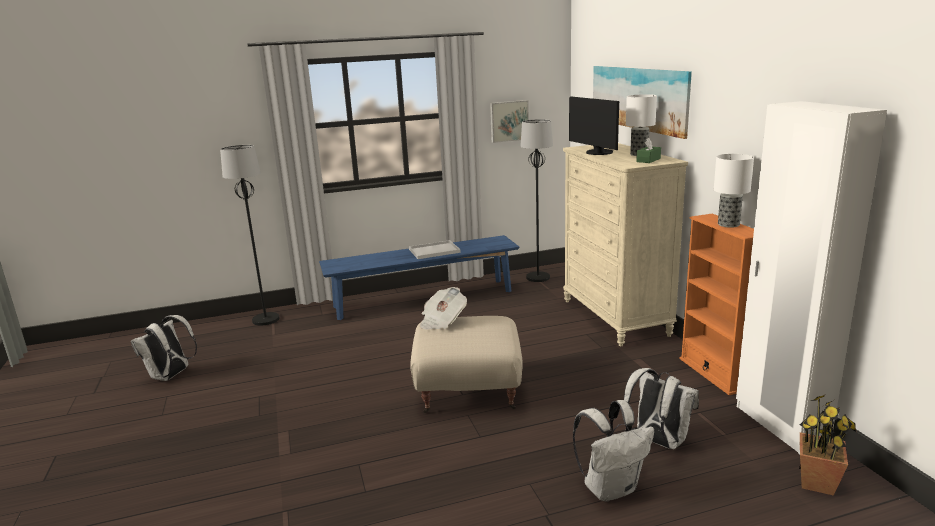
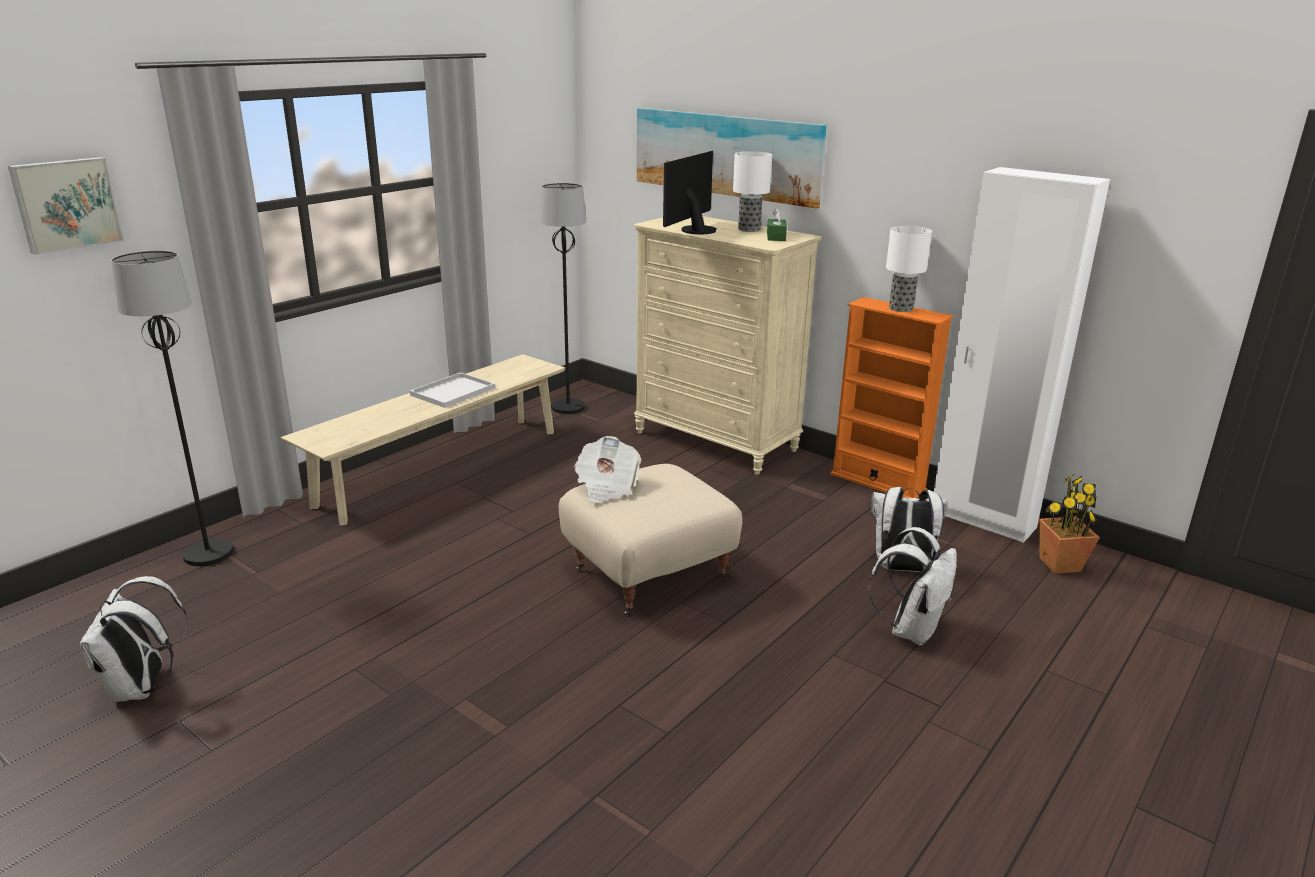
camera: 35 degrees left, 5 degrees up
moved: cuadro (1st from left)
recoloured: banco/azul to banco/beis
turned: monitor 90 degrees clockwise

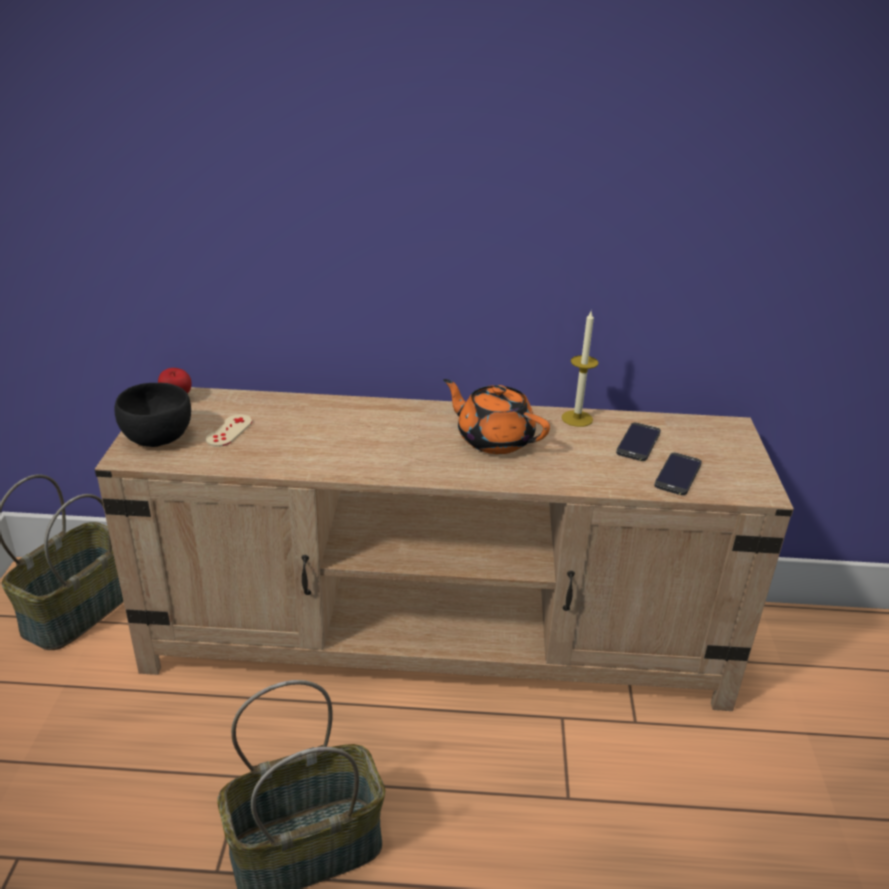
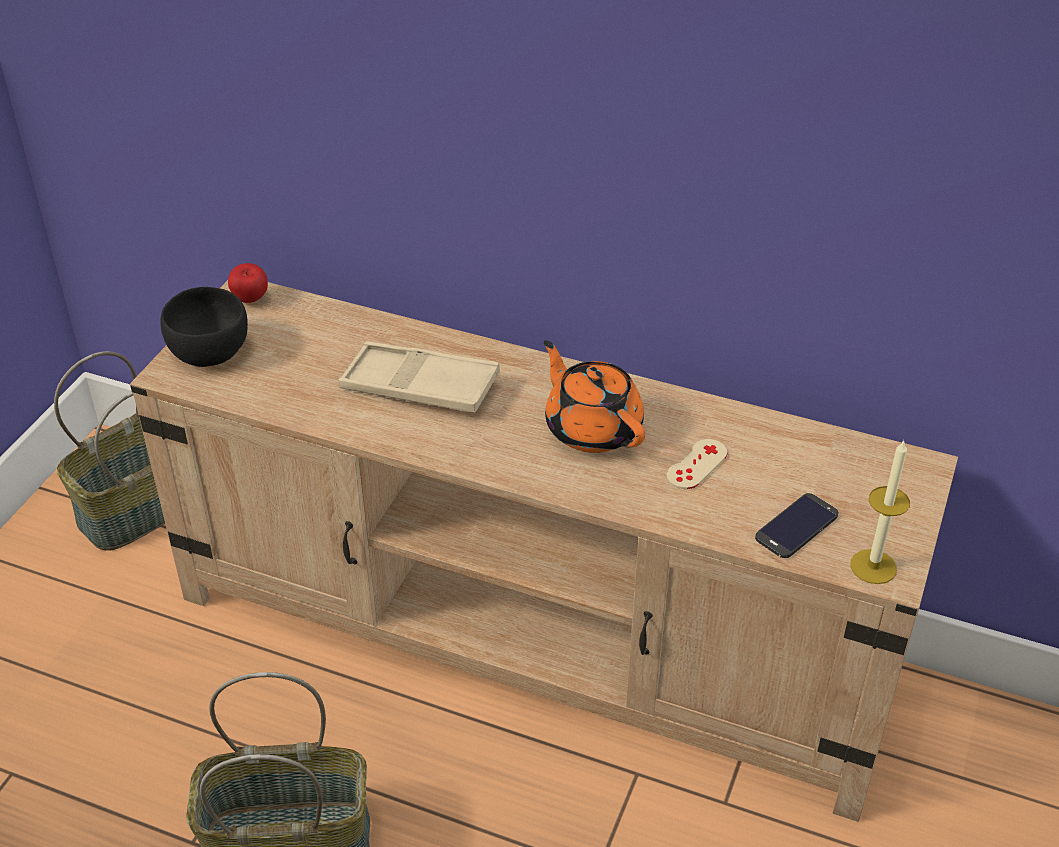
camera: 20 degrees right, 10 degrees up
removed: móvil (1st from left)
added: bandeja/beis
moved: vela; mando de consola/beis

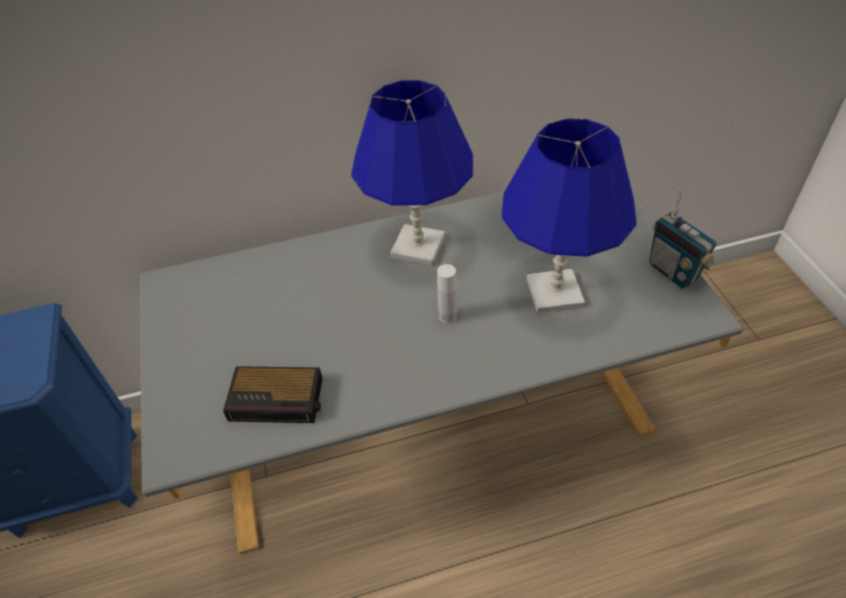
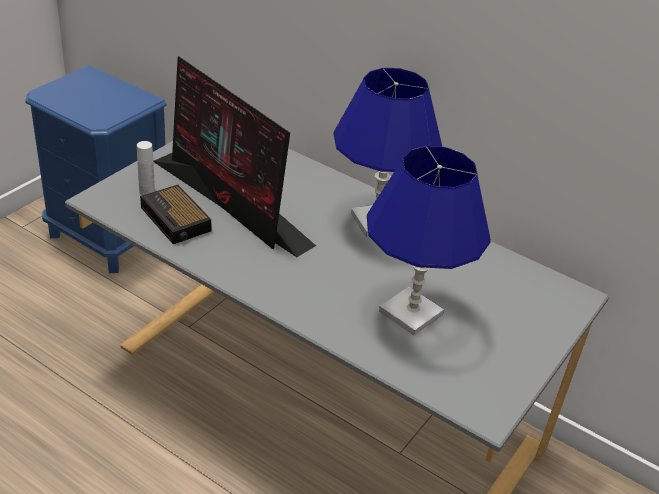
camera: 45 degrees right, 10 degrees down
removed: radio
added: monitor
moved: botella/blanco

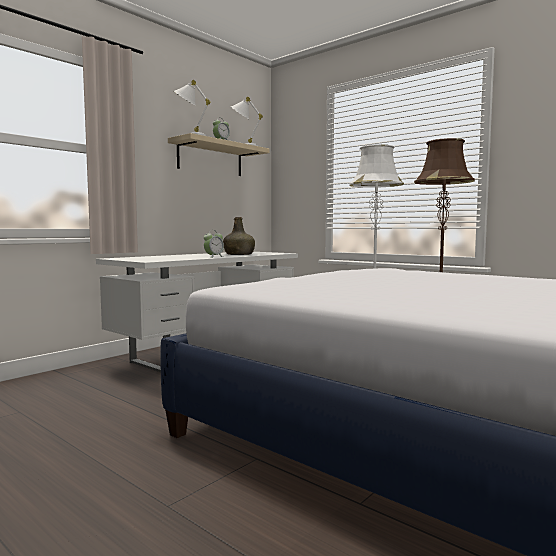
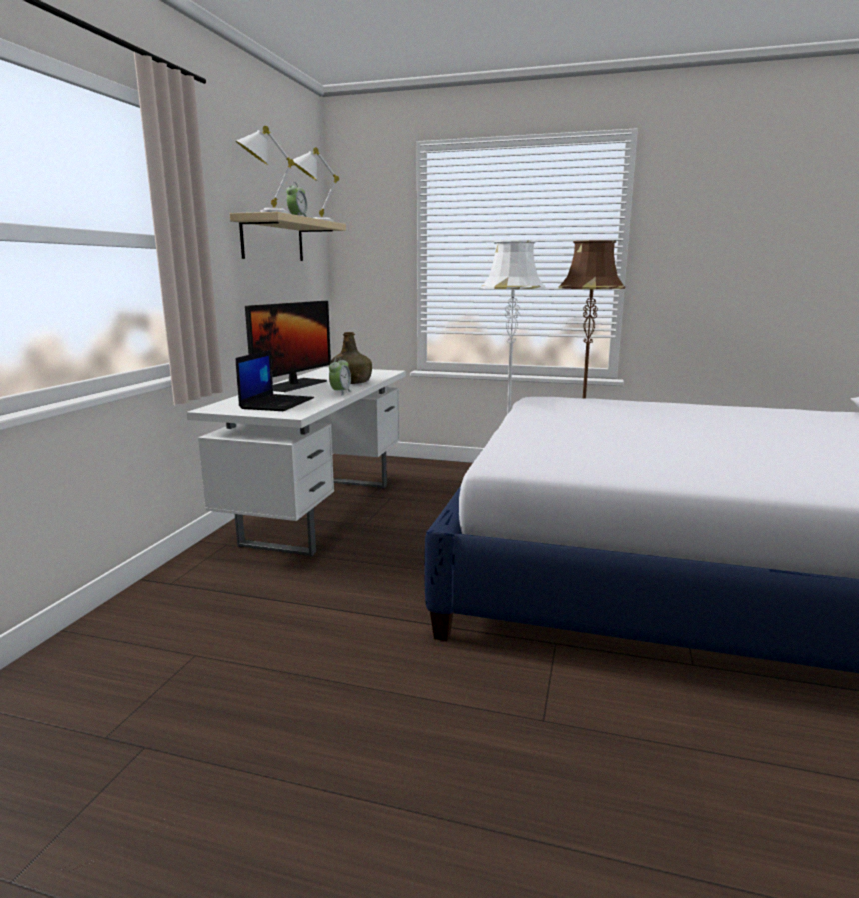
camera: 25 degrees left, 10 degrees up
added: monitor; portátil

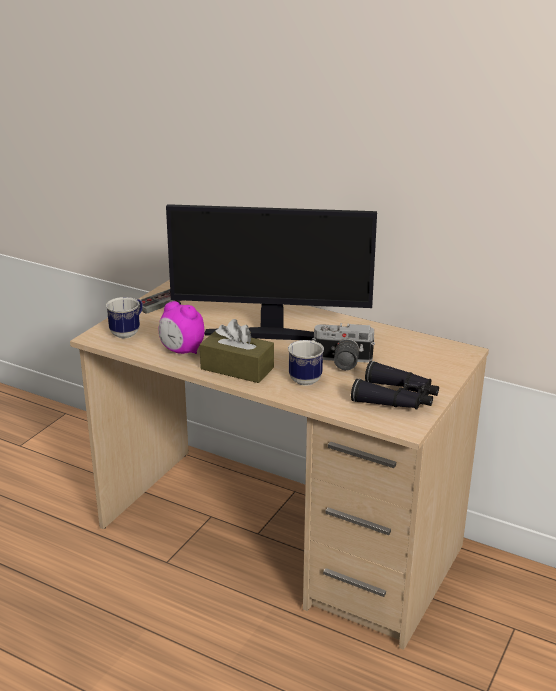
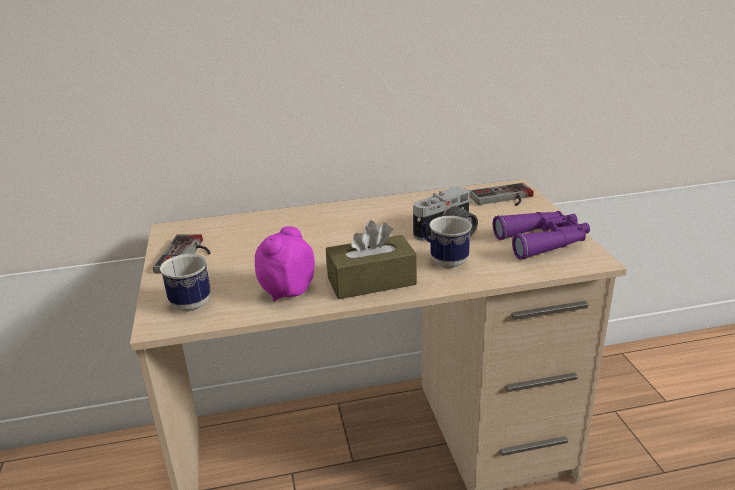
camera: 40 degrees left, 0 degrees up
removed: monitor
added: mando de consola (2nd from left)
recoloured: prismáticos/negro to prismáticos/morado
turned: despertador 135 degrees clockwise

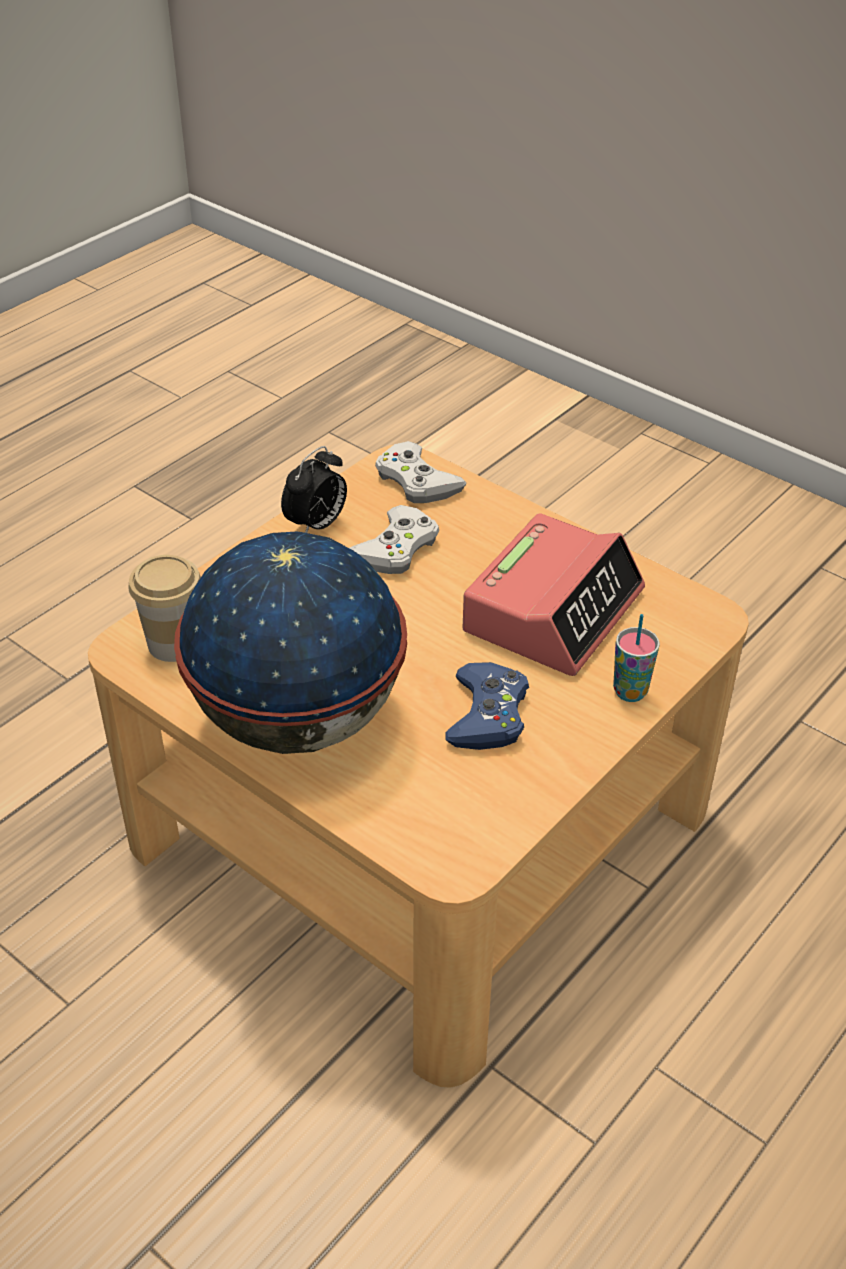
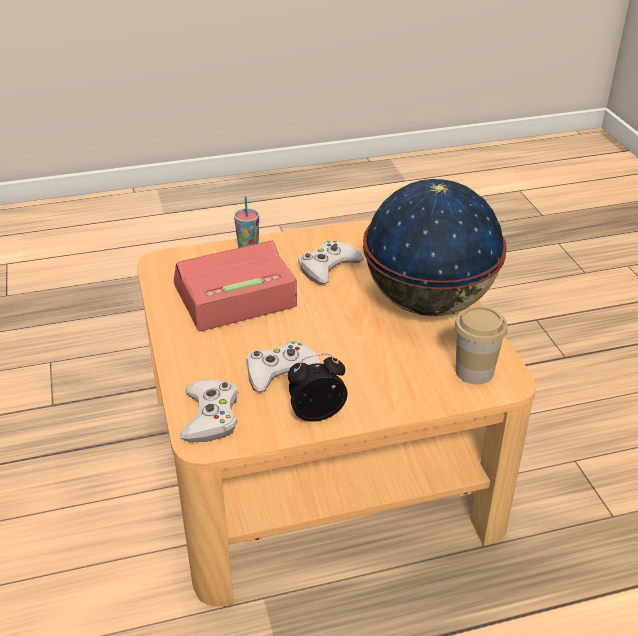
camera: 145 degrees left, 5 degrees down
recoloured: mando de consola/azul to mando de consola/blanco (3rd from left)

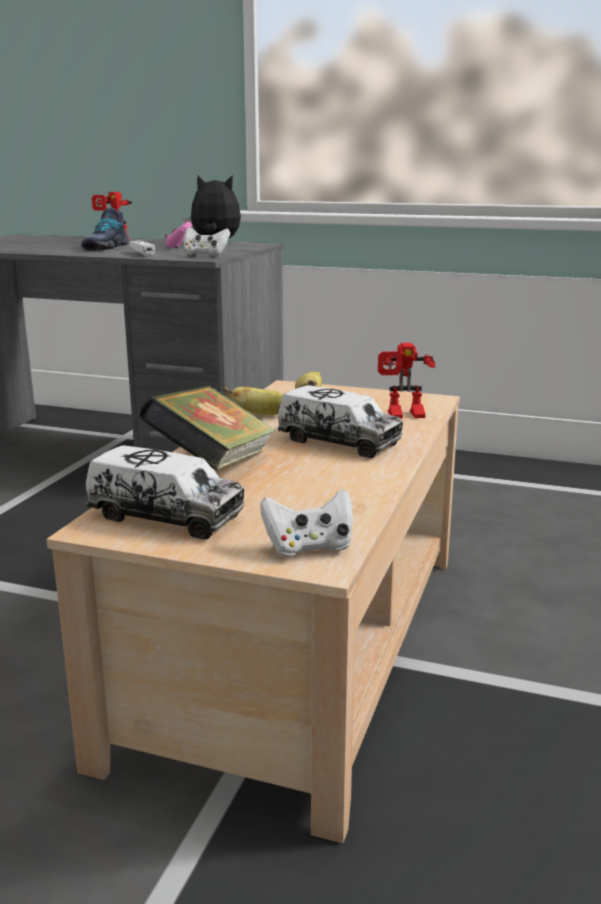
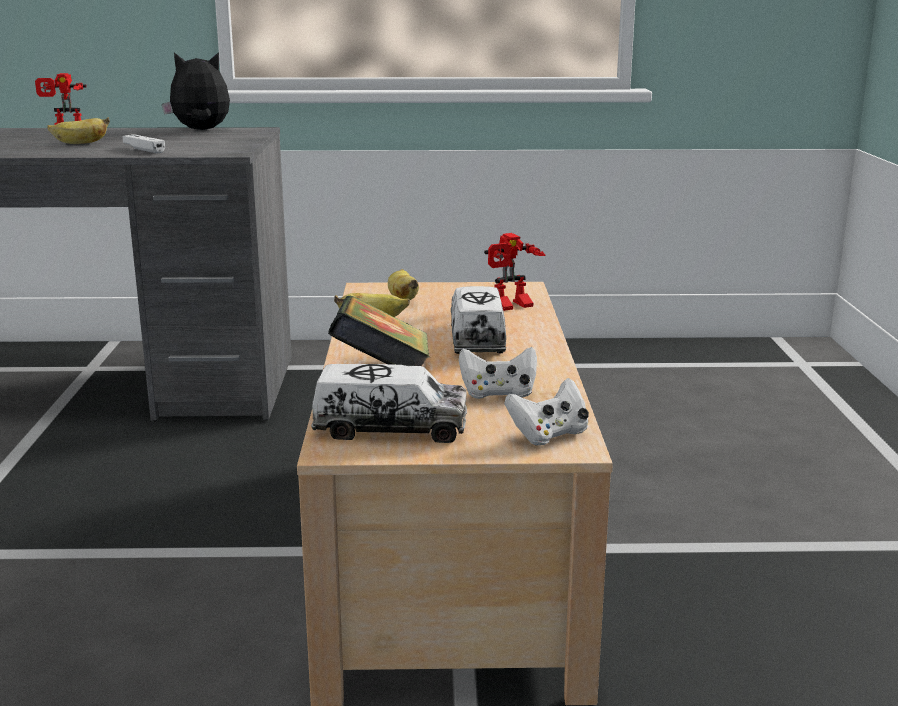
camera: 20 degrees left, 0 degrees up
removed: mando de consola/rosa
moved: mando de consola/blanco (2nd from left)
replaced: zapato to plátano (1st from left)
turned: camión de juguete (2nd from left) 105 degrees counterclockwise

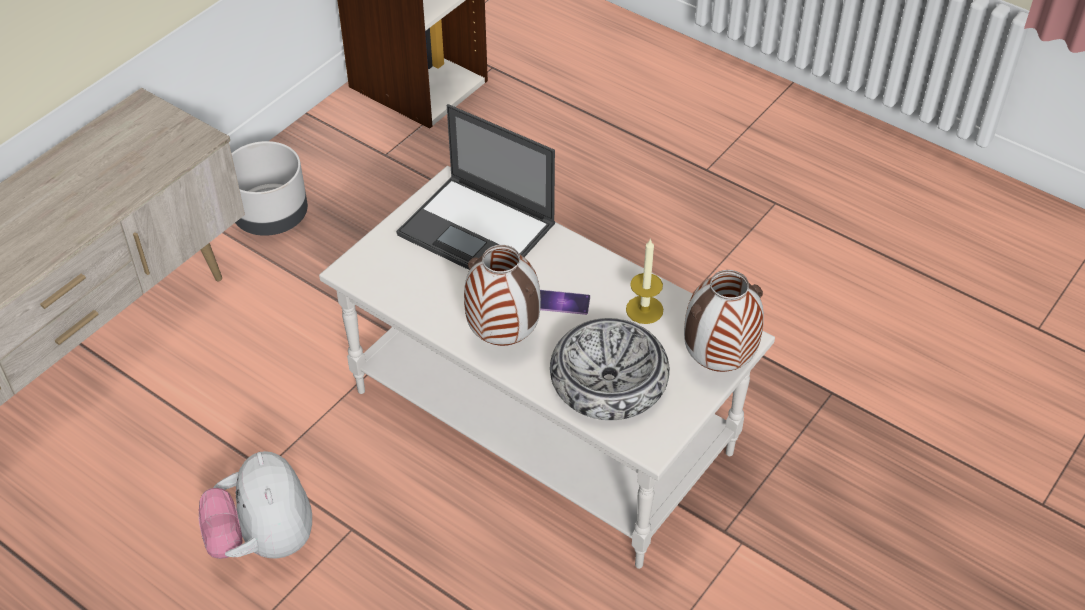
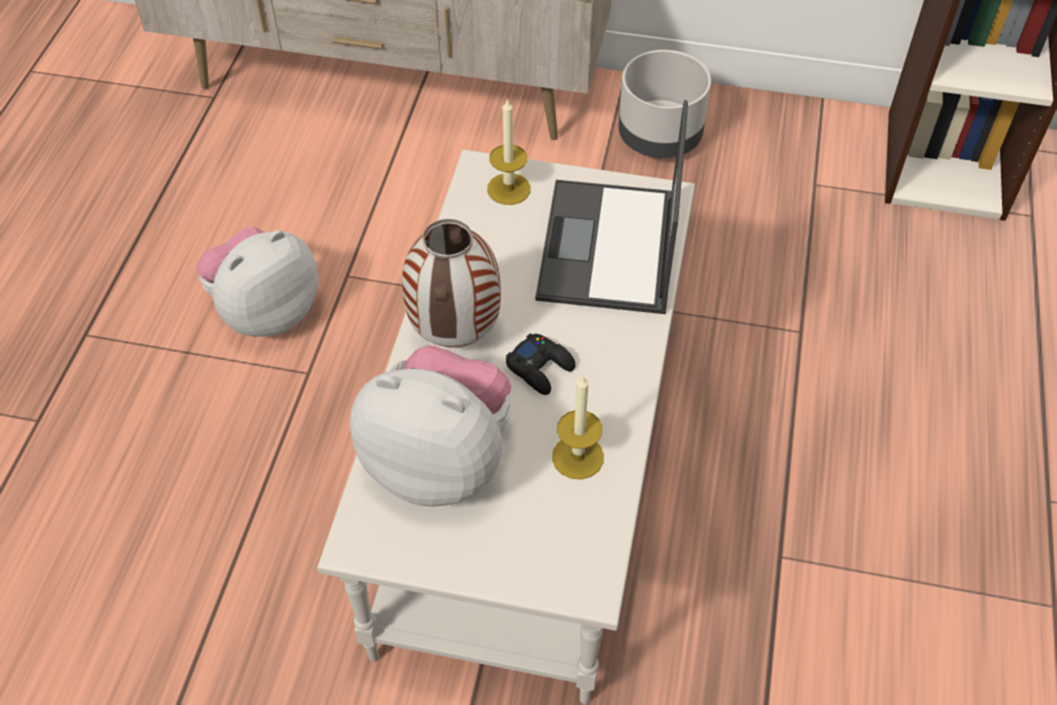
camera: 65 degrees right, 5 degrees up
removed: florero (2nd from left)
added: vela (1st from left)
replaced: móvil to mando de consola/negro; cuenco to peluche (2nd from left)

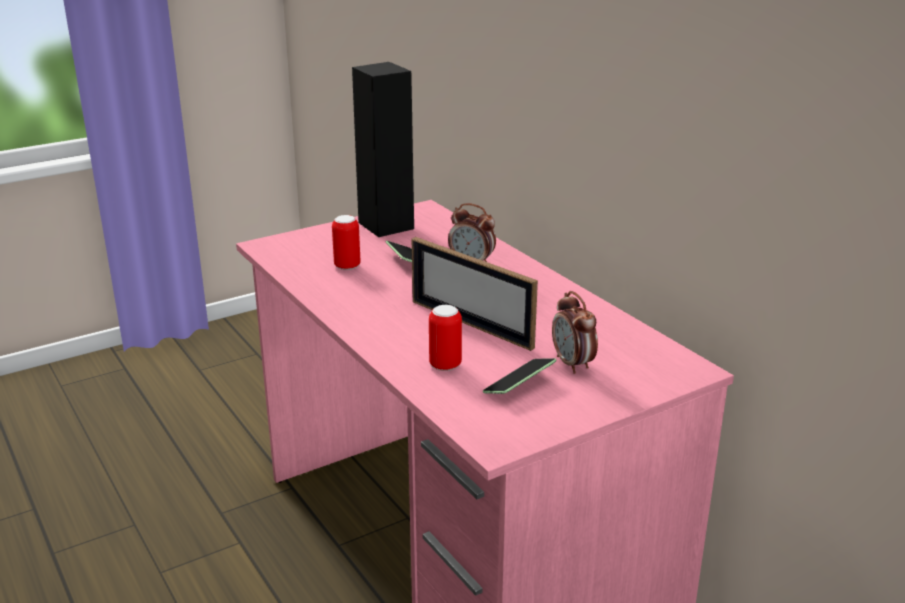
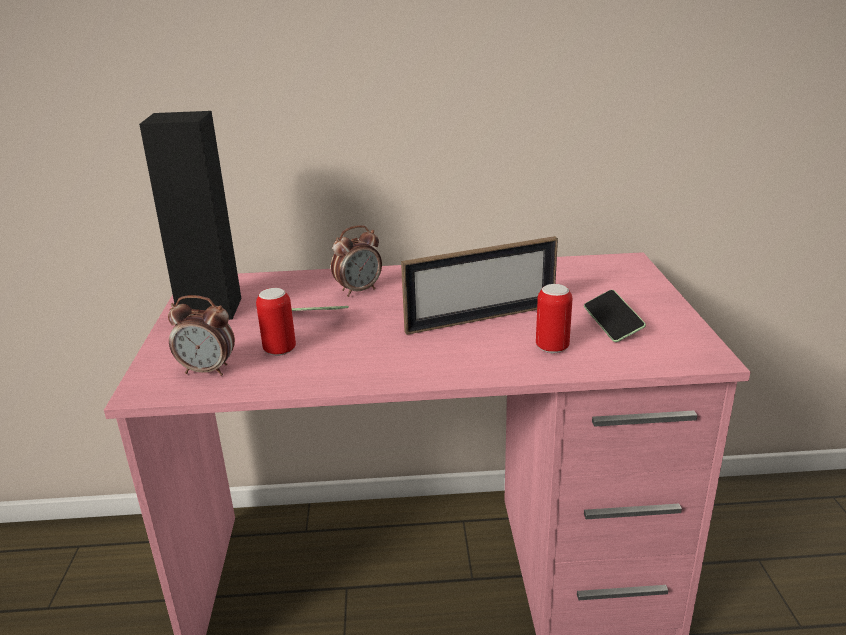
camera: 60 degrees left, 0 degrees up
moved: despertador (2nd from left in the first image) to despertador (1st from left)

